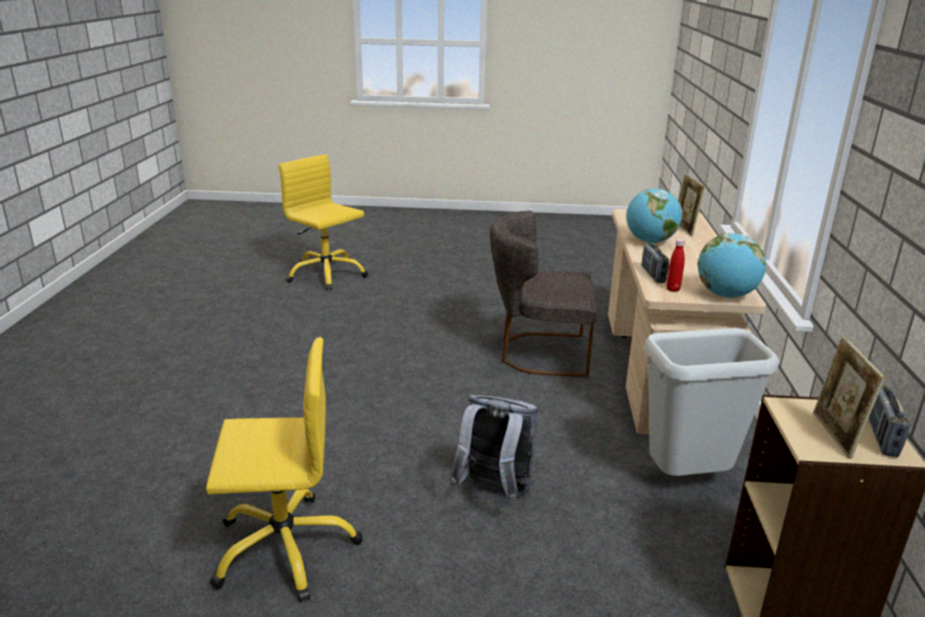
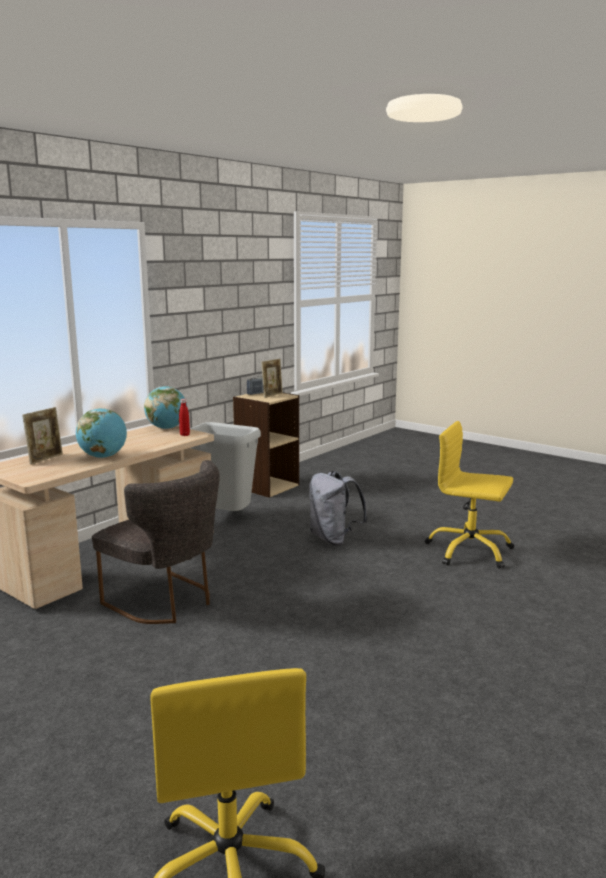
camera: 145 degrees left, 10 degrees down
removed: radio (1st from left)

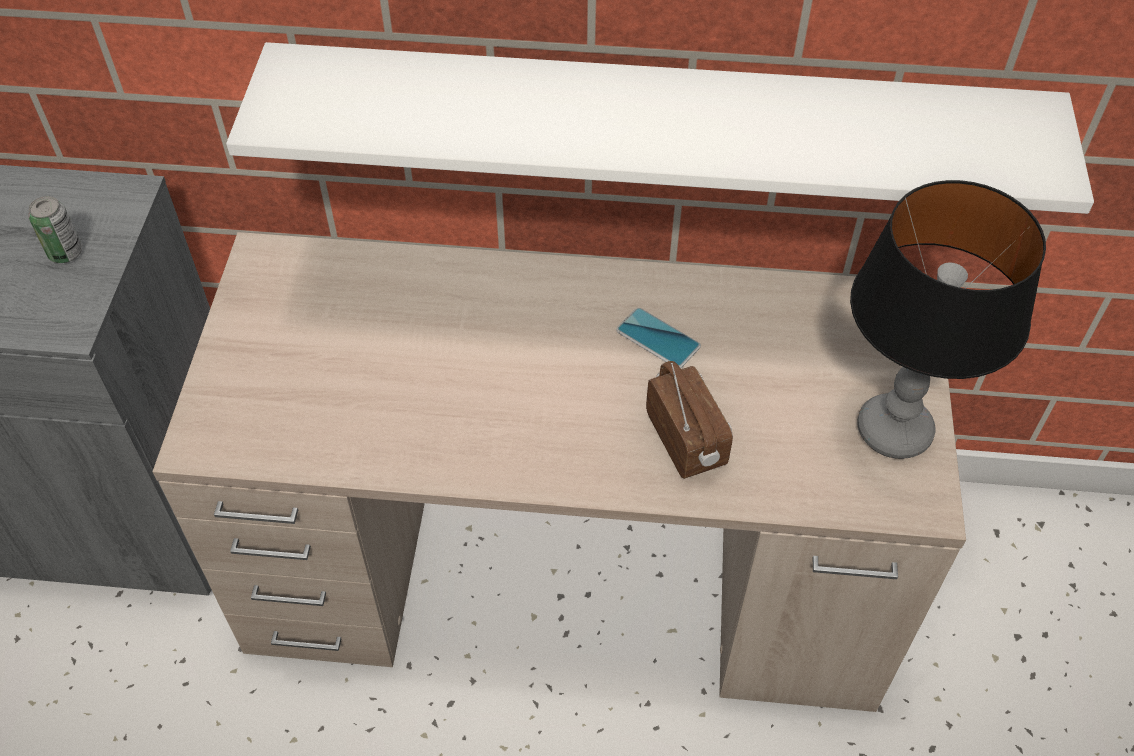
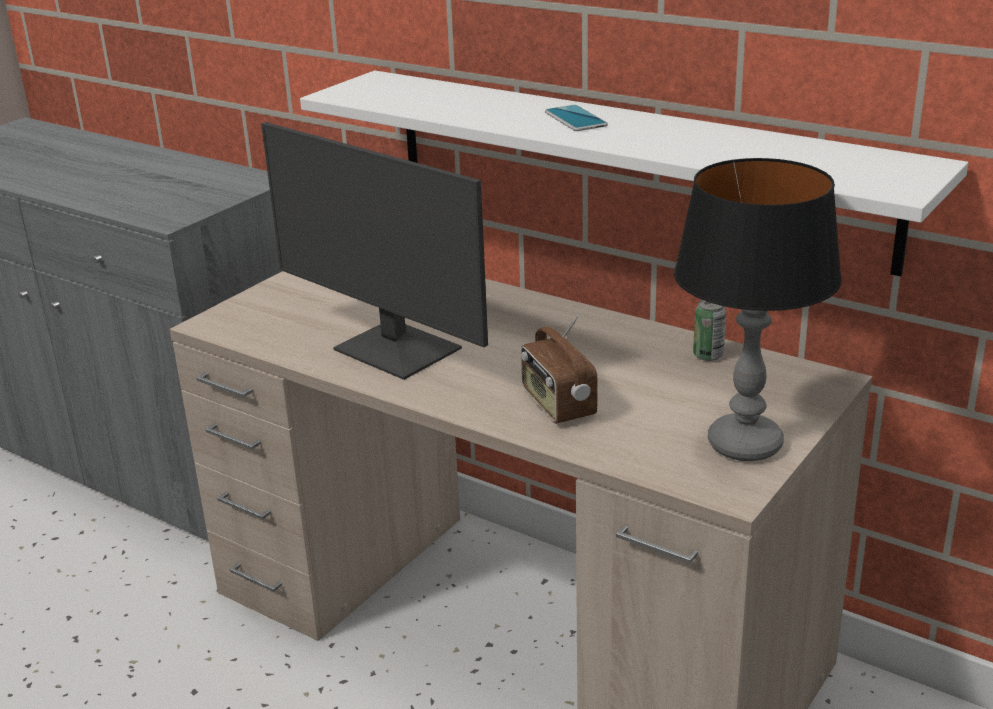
camera: 30 degrees right, 25 degrees down
added: monitor
moved: lata; móvil
turned: radio 150 degrees clockwise

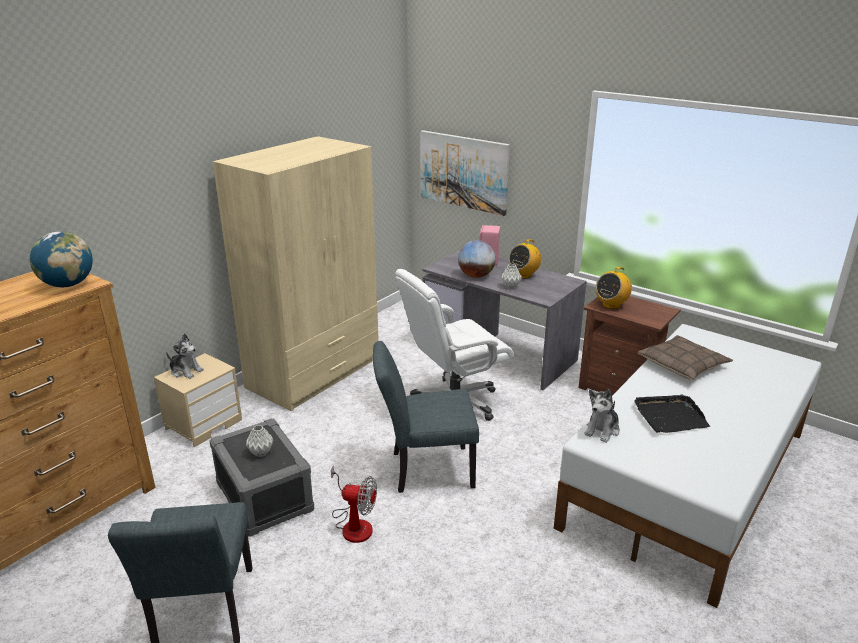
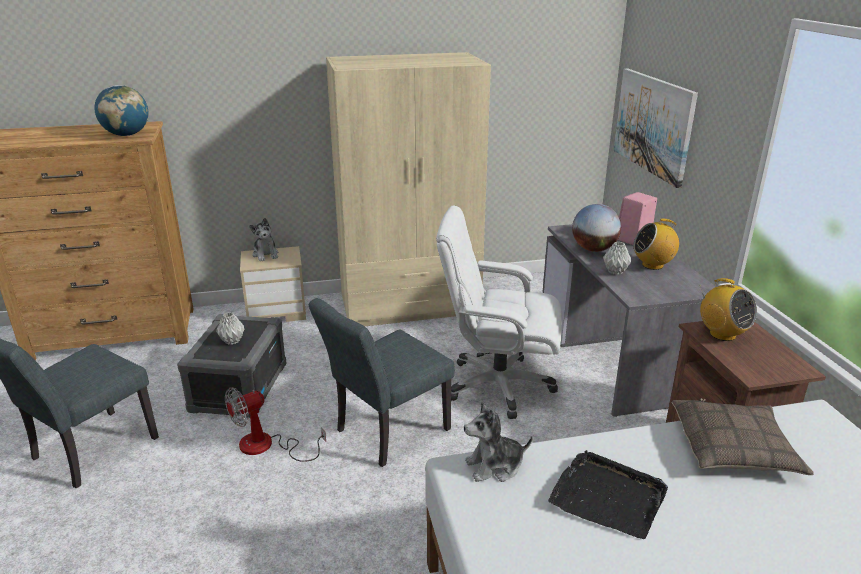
camera: 40 degrees right, 0 degrees up
turned: radio (2nd from left) 120 degrees counterclockwise; silla/gris (2nd from left) 75 degrees counterclockwise; ventilador 90 degrees clockwise

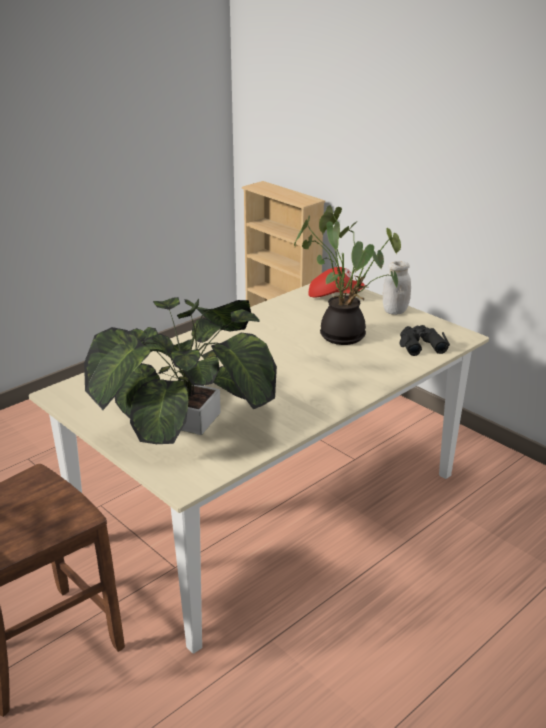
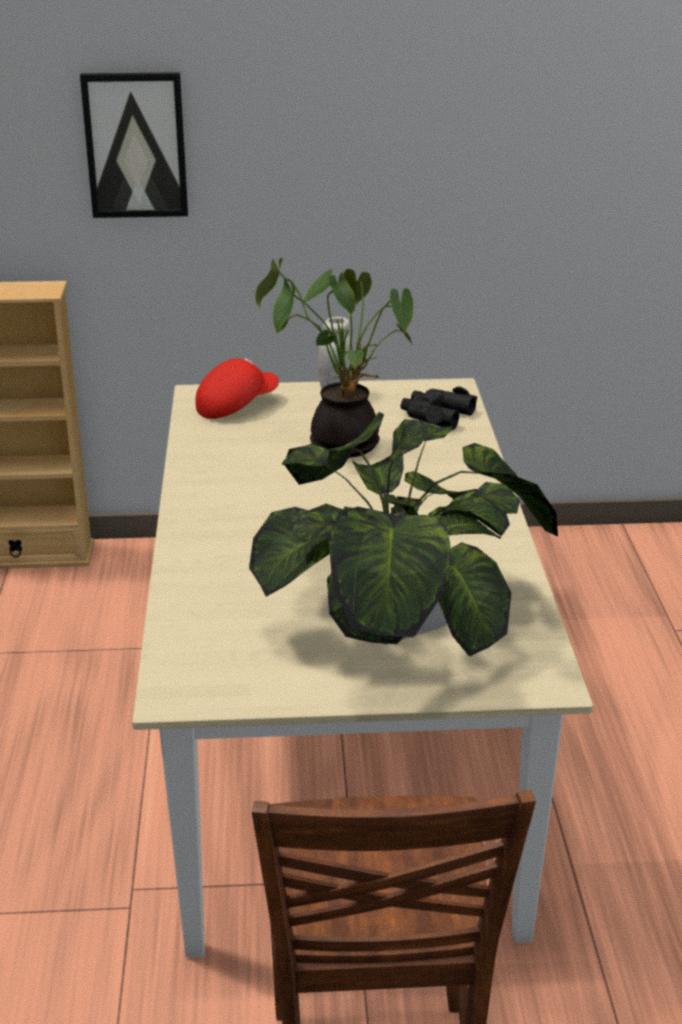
camera: 50 degrees left, 0 degrees up
added: cuadro

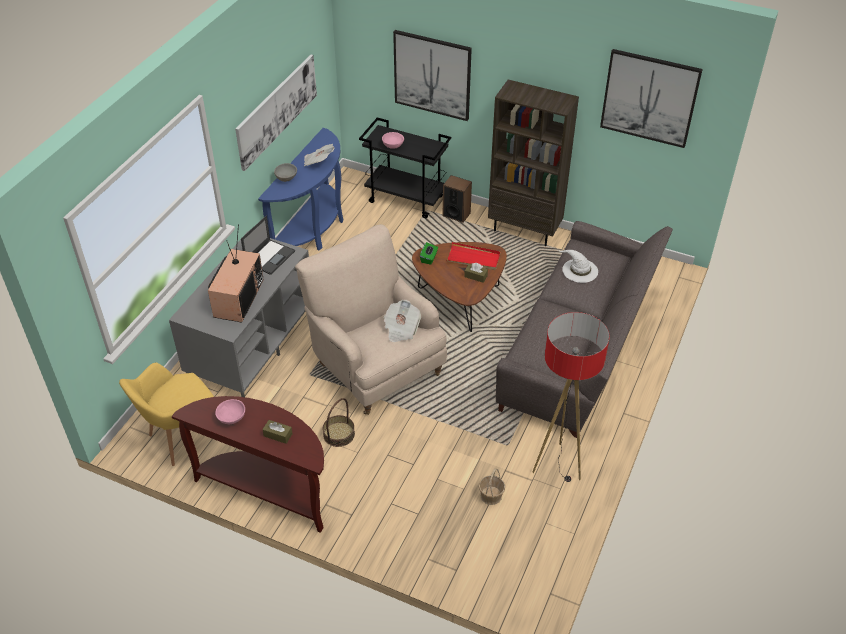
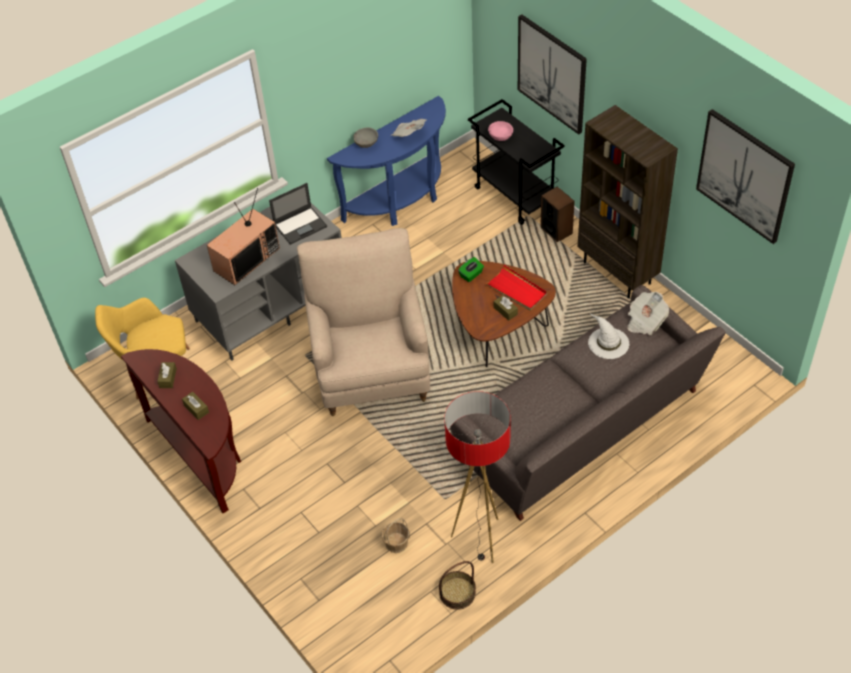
camera: 30 degrees right, 5 degrees up
removed: cuadro (1st from left)
moved: periódico (2nd from left); cesta (1st from left in the first image) to cesta (2nd from left)
replaced: cuenco/rosa (1st from left) to caja de pañuelos/marrón (1st from left)

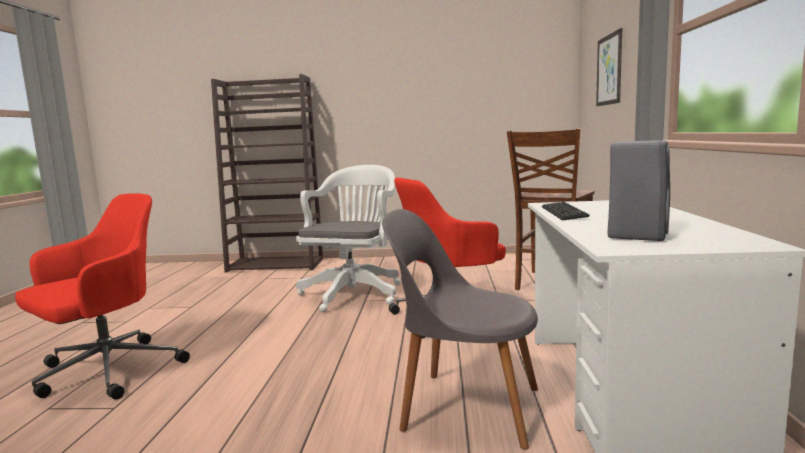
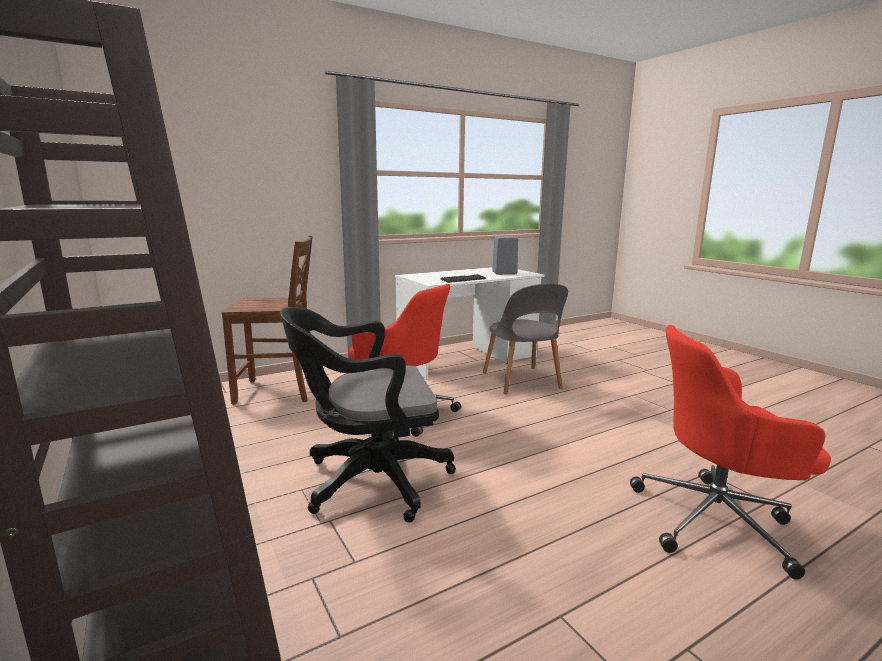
camera: 125 degrees left, 5 degrees up
removed: cuadro
recoloured: silla de oficina/blanco to silla de oficina/negro

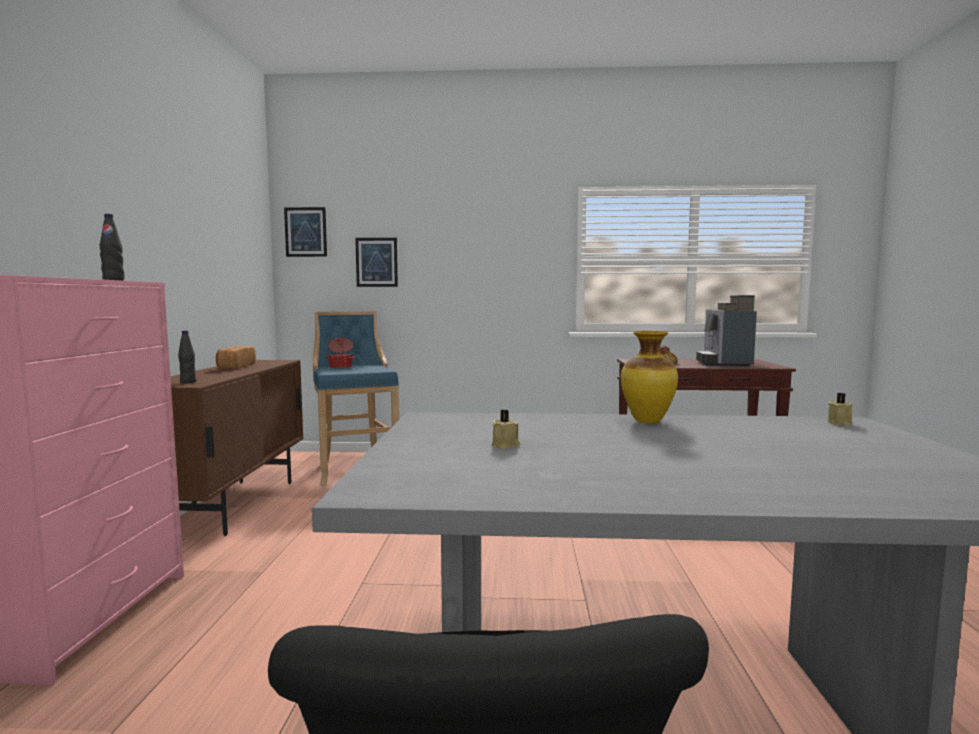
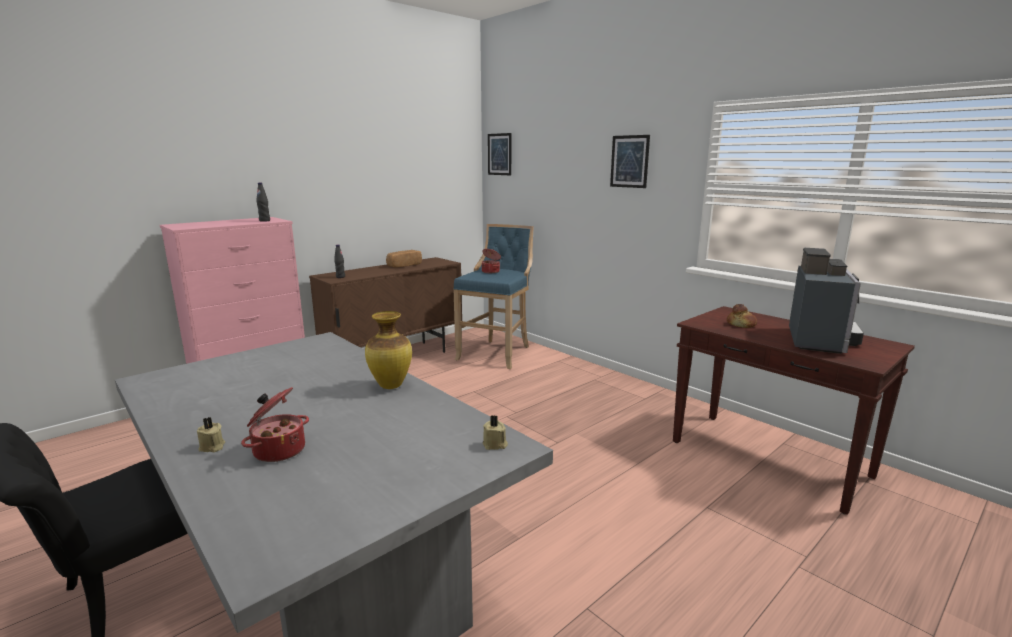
camera: 45 degrees right, 10 degrees up
added: olla (1st from left)
moved: cuadro (2nd from left); vela/beis (1st from left)
turned: cafetera 150 degrees clockwise

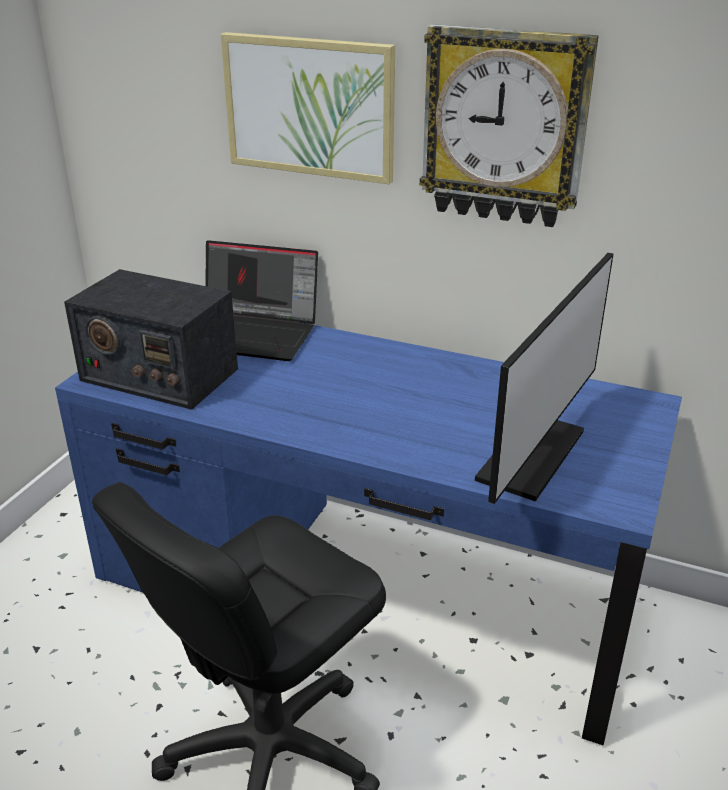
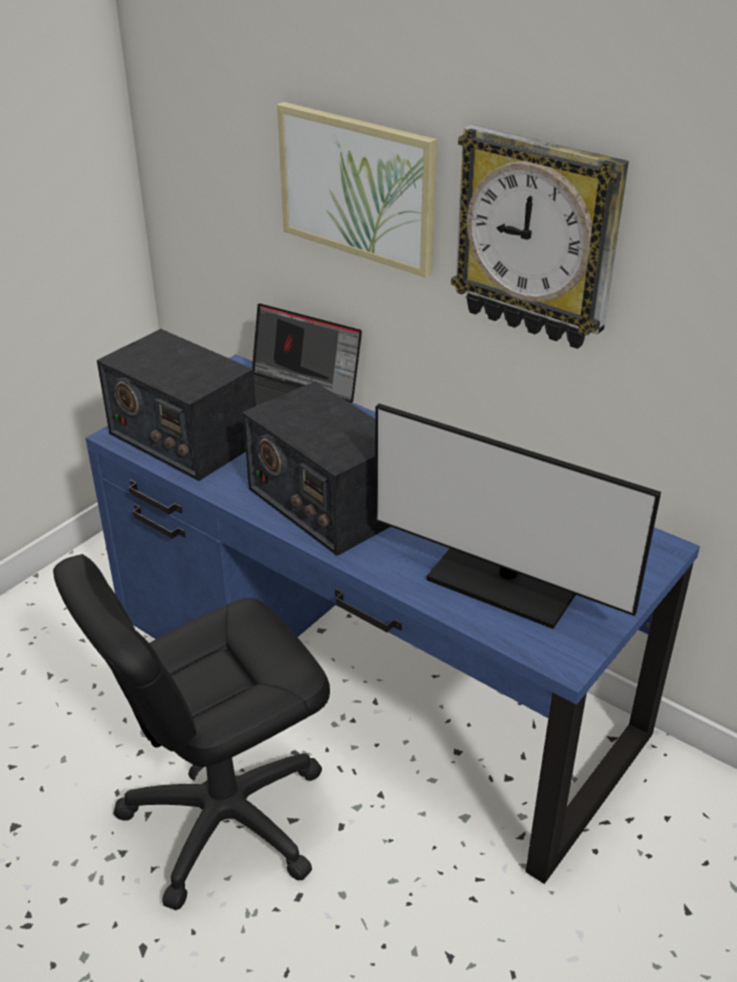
camera: 15 degrees right, 5 degrees up
added: radio (2nd from left)
turned: monitor 75 degrees clockwise

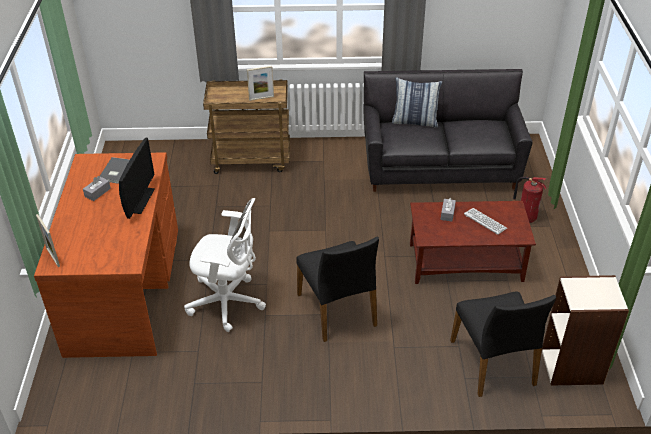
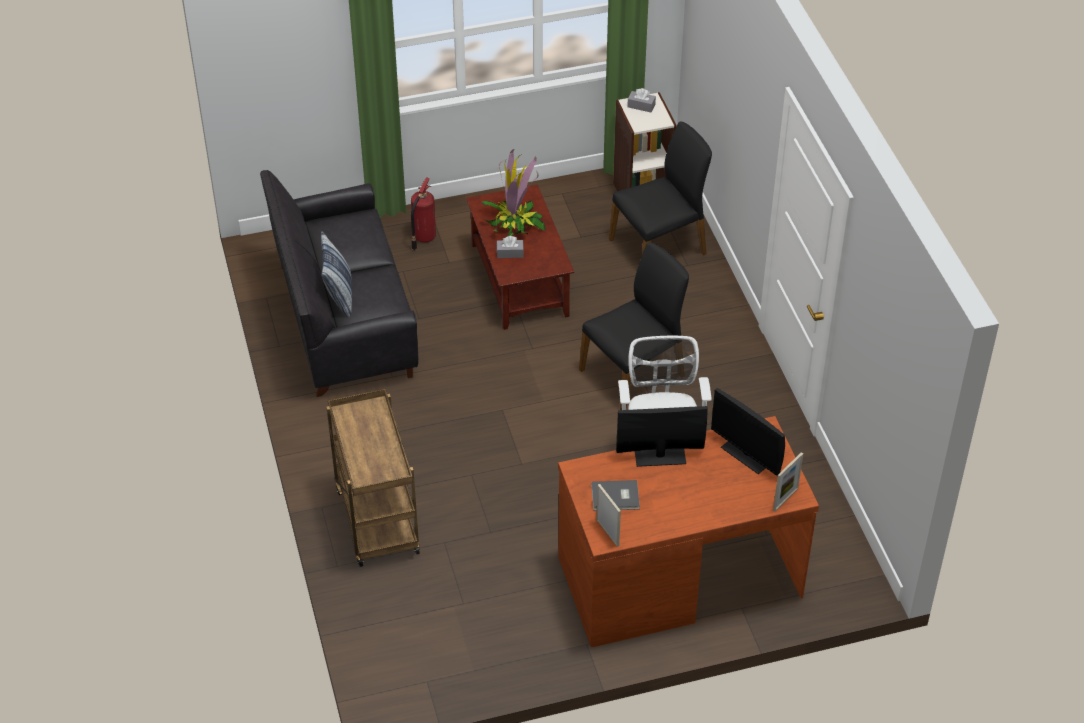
camera: 105 degrees left, 5 degrees up
added: monitor (2nd from left)
moved: portarretratos (2nd from left in the first image) to portarretratos (1st from left); caja de pañuelos/gris (1st from left in the first image) to caja de pañuelos/gris (2nd from left)
replaced: teclado to planta en maceta

